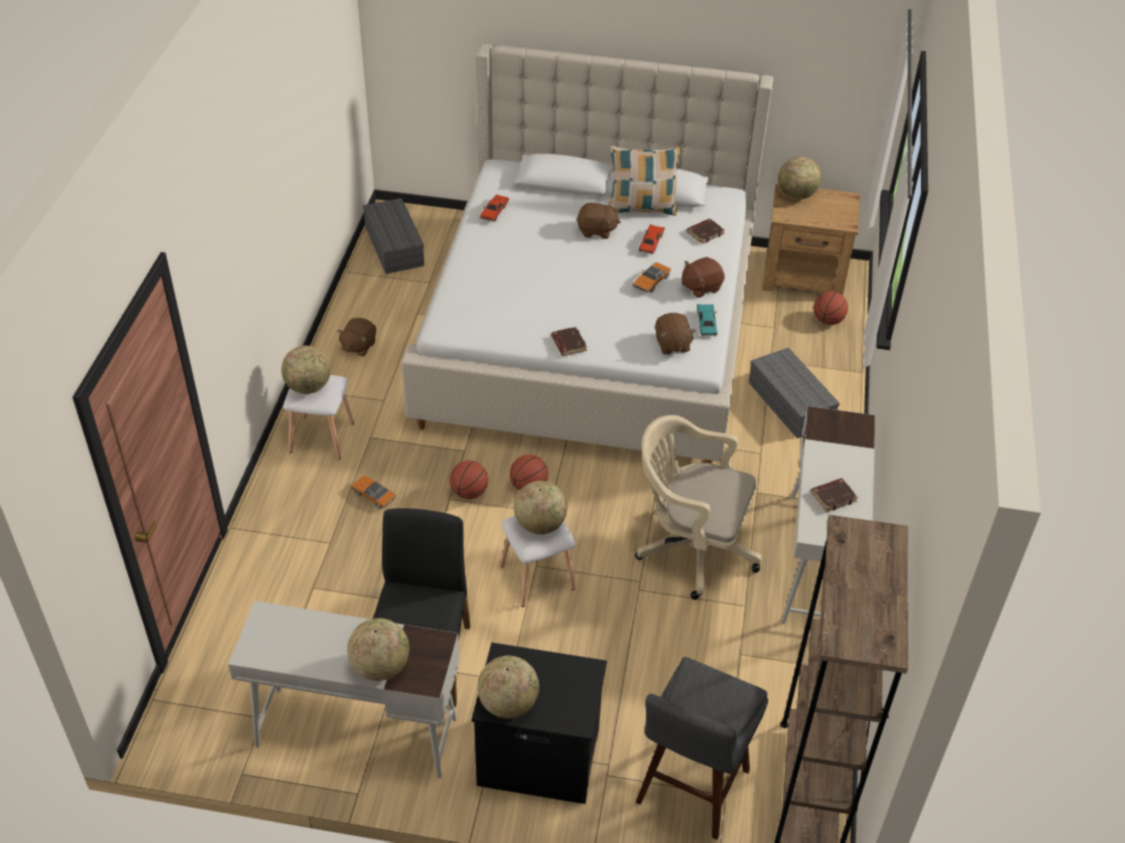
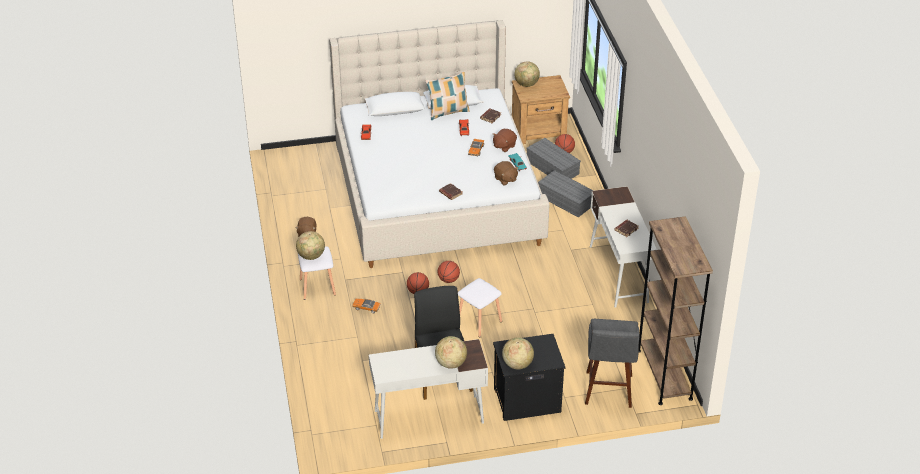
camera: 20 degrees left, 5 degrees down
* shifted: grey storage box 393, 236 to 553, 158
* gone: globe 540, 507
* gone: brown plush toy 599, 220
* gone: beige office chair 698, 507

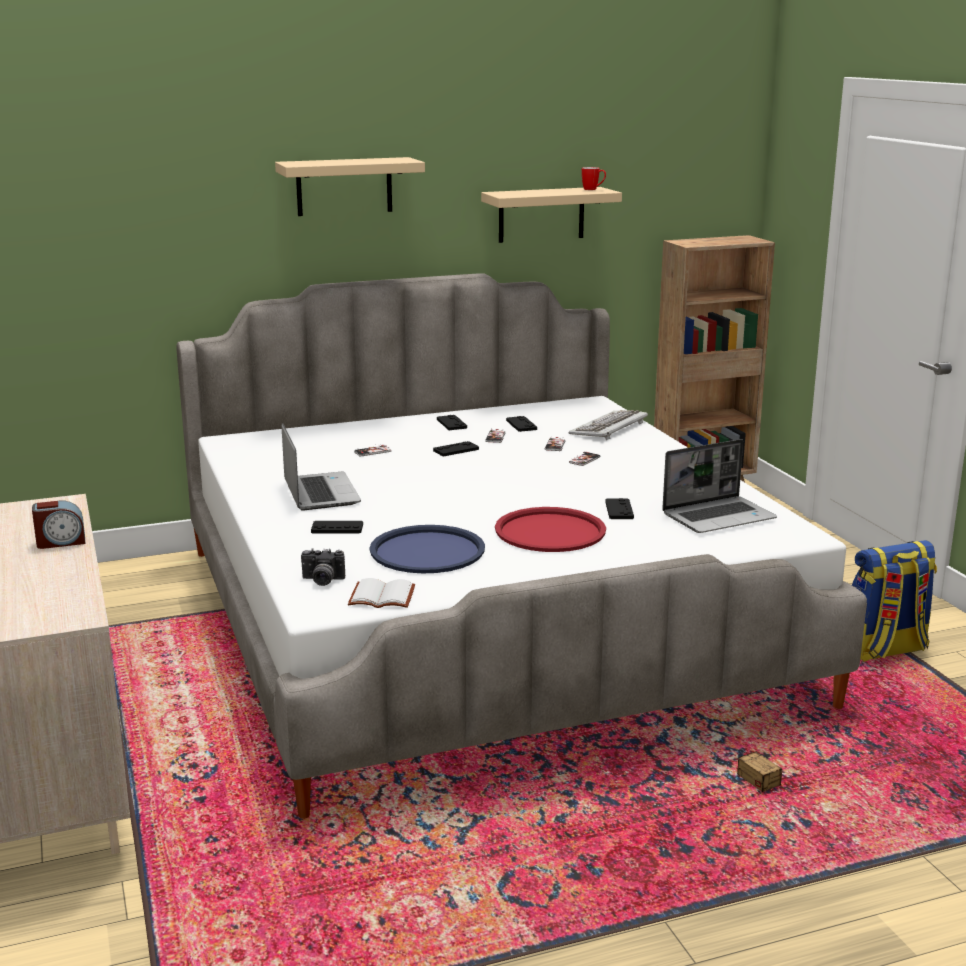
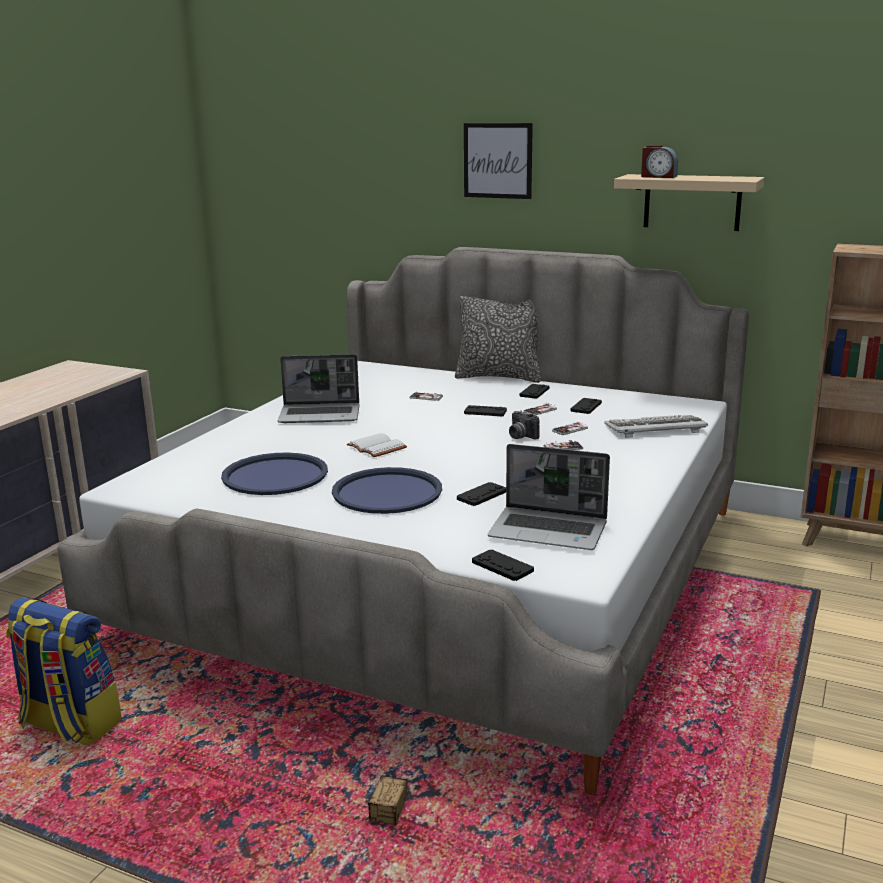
camera: 45 degrees right, 0 degrees up
* shifted: backpack 894, 601 to 64, 671
* rotated: laptop 321, 467 = 318, 388 60 degrees clockwise
* repainted: red tray 550, 529 to blue tray 387, 490
* shifted: white book 381, 593 to 377, 445
* new: pillow 498, 339
* swapped: beige shelf 350, 186 to picture 498, 161
* shifted: black game controller 337, 527 to 503, 565
* shifted: photo camera 323, 567 to 524, 425
* shifted: alarm clock 58, 525 to 659, 161
* gone: mug 594, 178

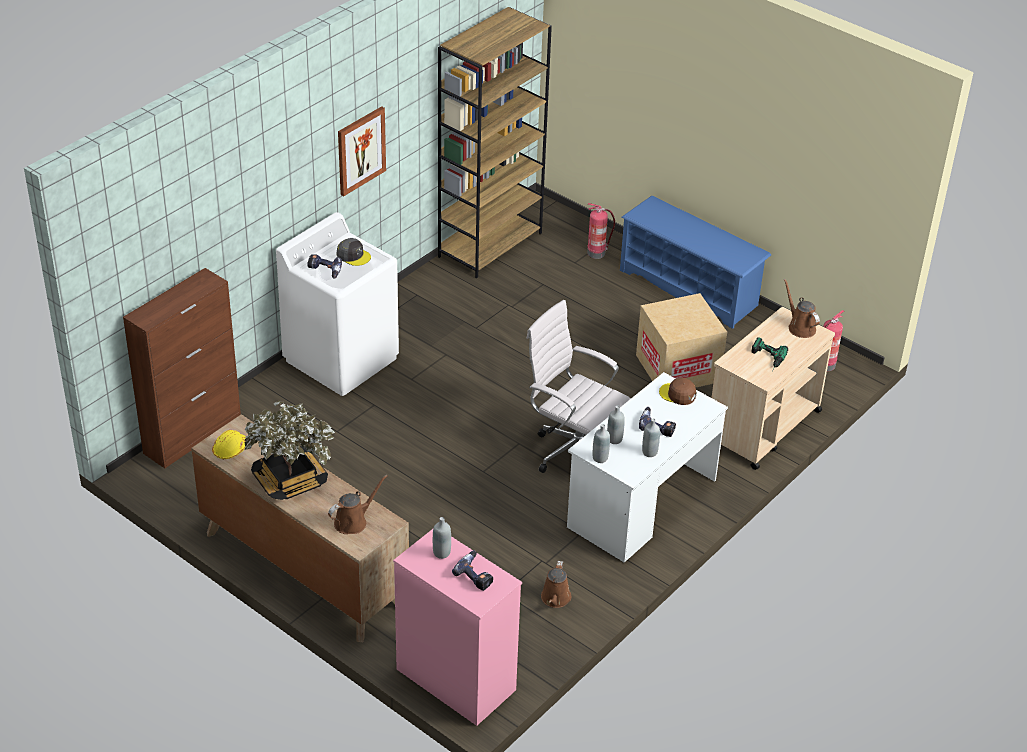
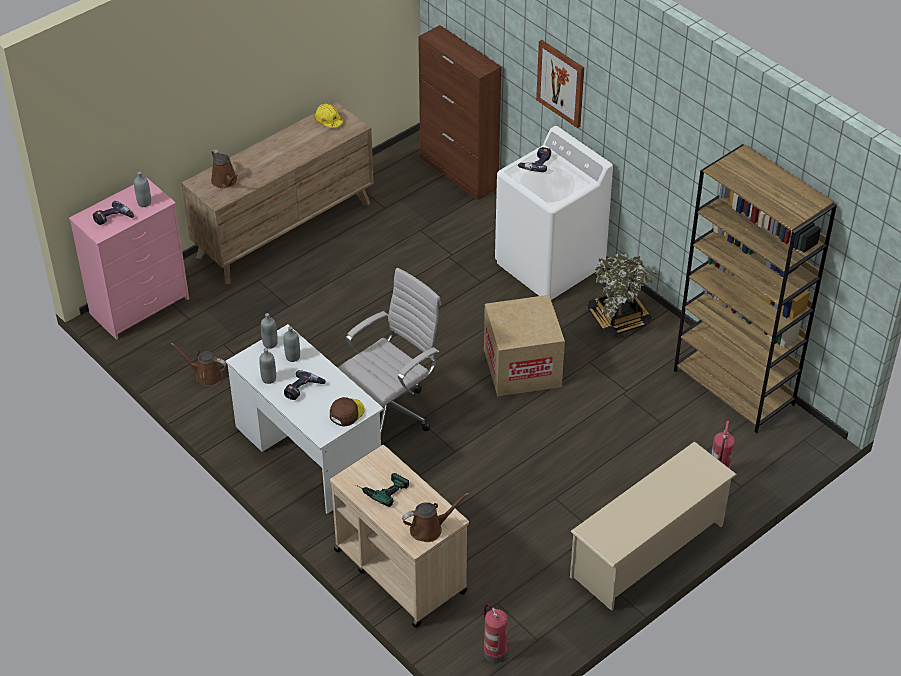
camera: 100 degrees right, 5 degrees up
* shifted: cardboard box 681, 340 to 524, 345
* shifted: picture 362, 151 to 560, 84
* repainted: blue shoe rack 695, 262 to beige shoe rack 653, 526
* shifted: potted plant 289, 450 to 622, 293
* gone: grey cap 354, 252

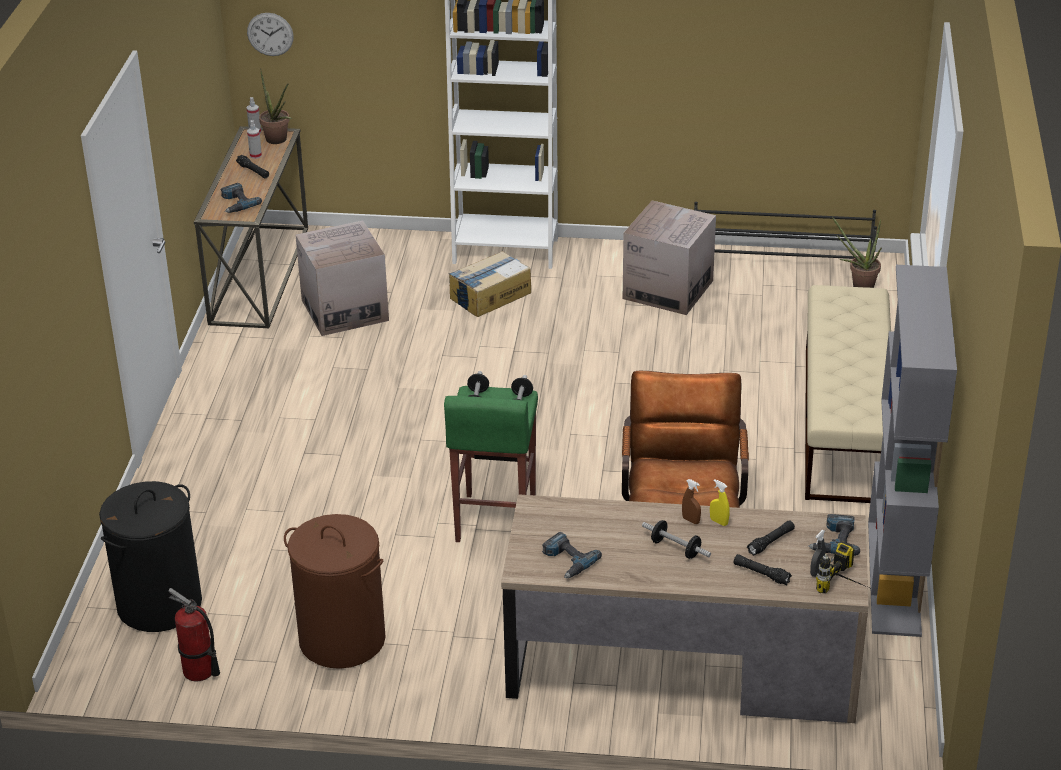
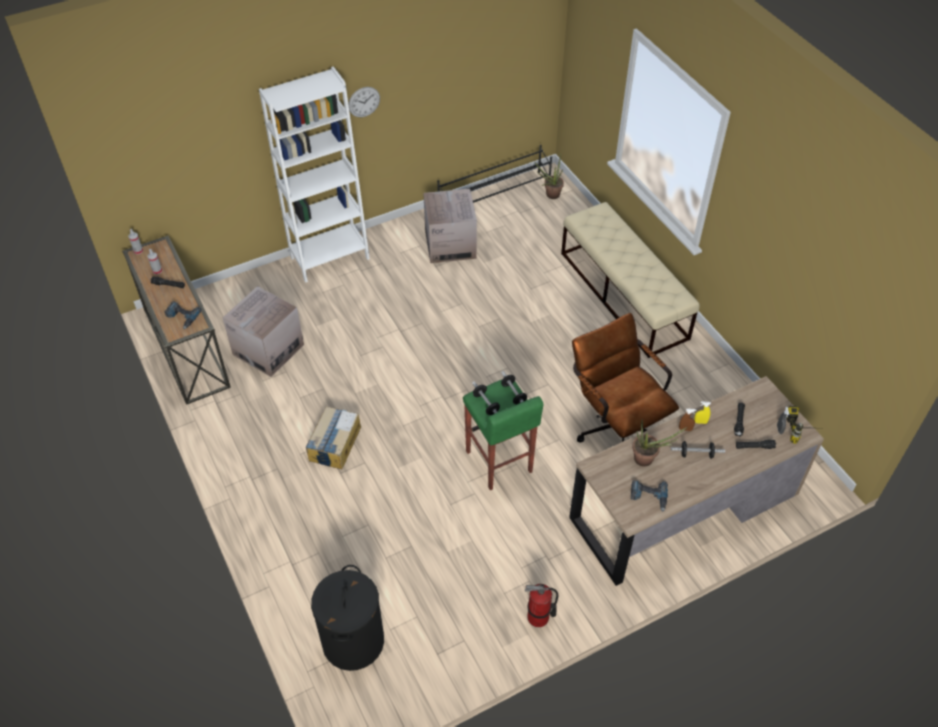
camera: 35 degrees left, 15 degrees up
* shifted: cardboard box 489, 284 to 333, 437
* shifted: wall clock 270, 34 to 364, 102
* shifted: fire extinguisher 194, 634 to 541, 605
* shifted: potted plant 275, 106 to 659, 443
* gone: brown laundry basket 335, 591
* gone: power drill 834, 535
* gone: grey bookcase 912, 451

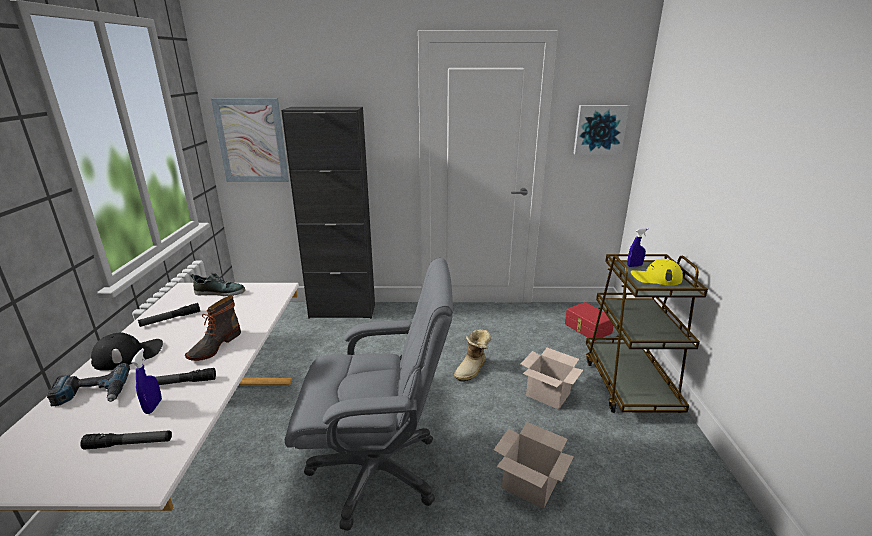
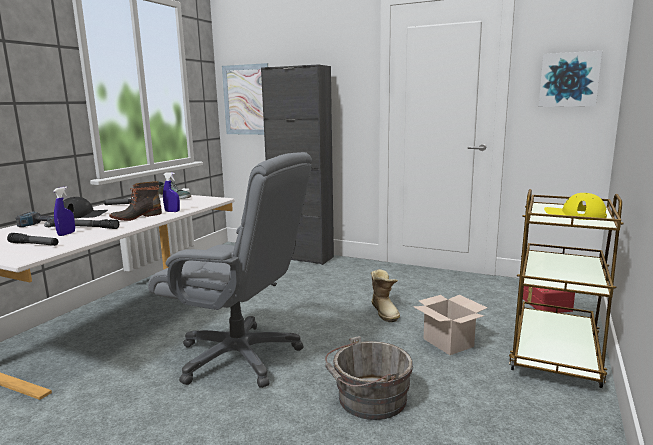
camera: 25 degrees right, 10 degrees down
* shifted: blue spray bottle 637, 247 to 171, 192
* swapped: cardboard box 534, 465 to grey bucket 369, 378
* rotated: boot 472, 355 = 385, 295 75 degrees counterclockwise

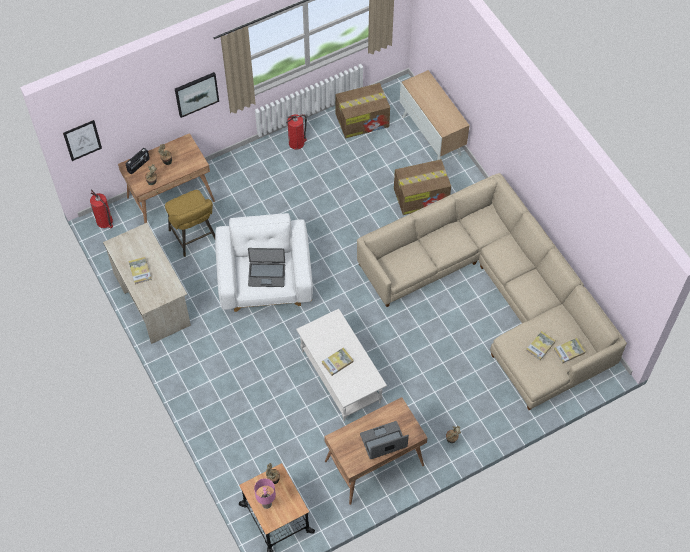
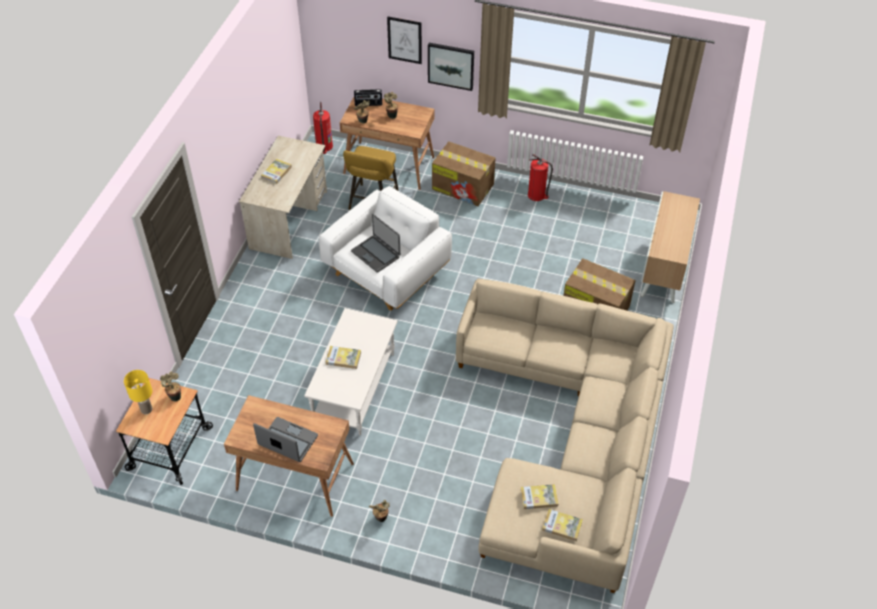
camera: 45 degrees right, 10 degrees down
* repainted: pink table lamp 265, 494 to yellow table lamp 138, 392
* shifted: picture 82, 140 to 404, 40
* shifted: cardboard box 362, 110 to 464, 174

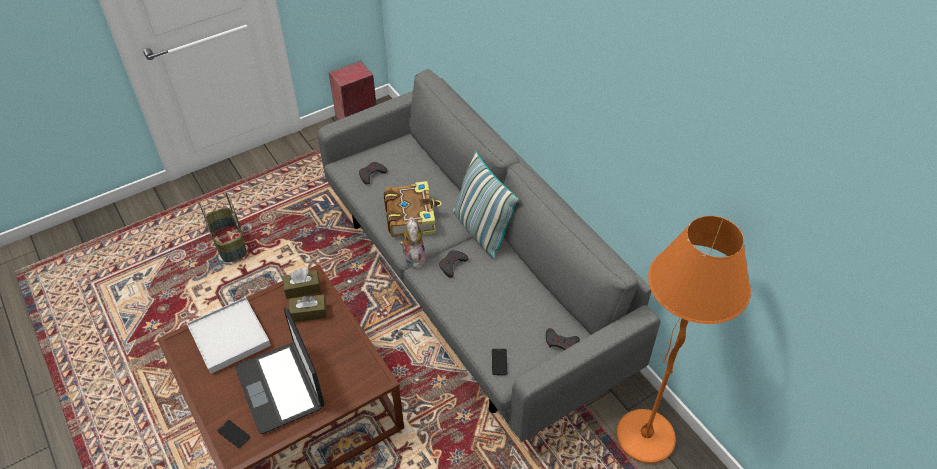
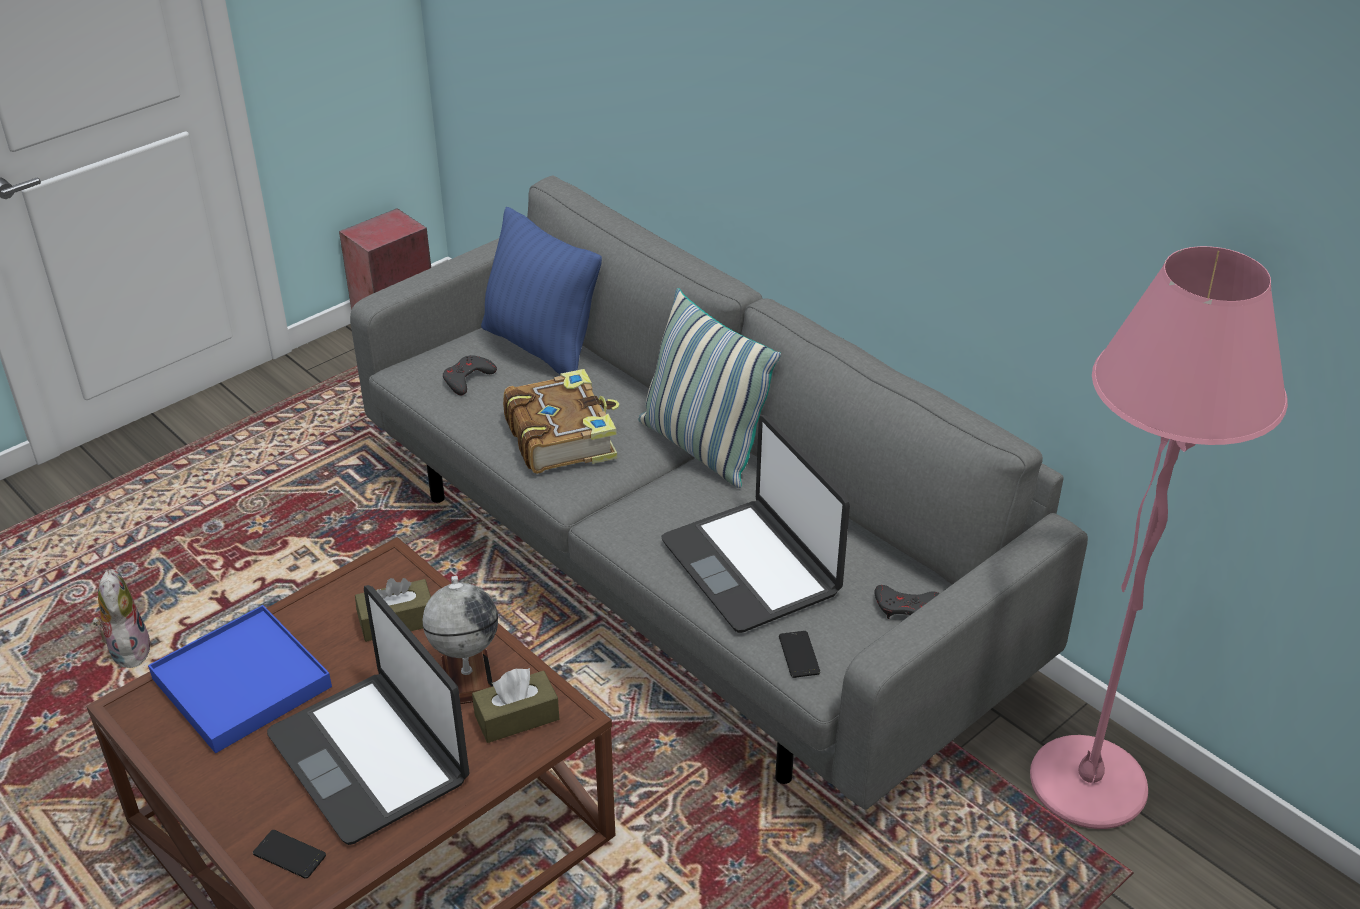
camera: 10 degrees left, 10 degrees down
* shifted: plush toy 413, 242 to 121, 618
* repainted: white tray 229, 335 to blue tray 240, 679
* new: globe 460, 640
* shifted: brown tissue box 301, 284 to 515, 705
* new: blue pillow 541, 290
* new: laptop 756, 524
* repainted: orange floor lamp 683, 340 to pink floor lamp 1159, 537
* gone: basket 223, 226
* gone: grey game controller 454, 264

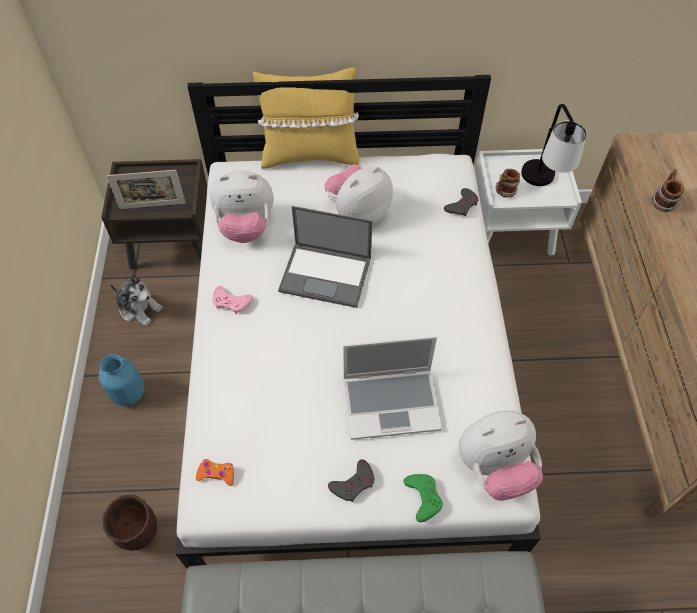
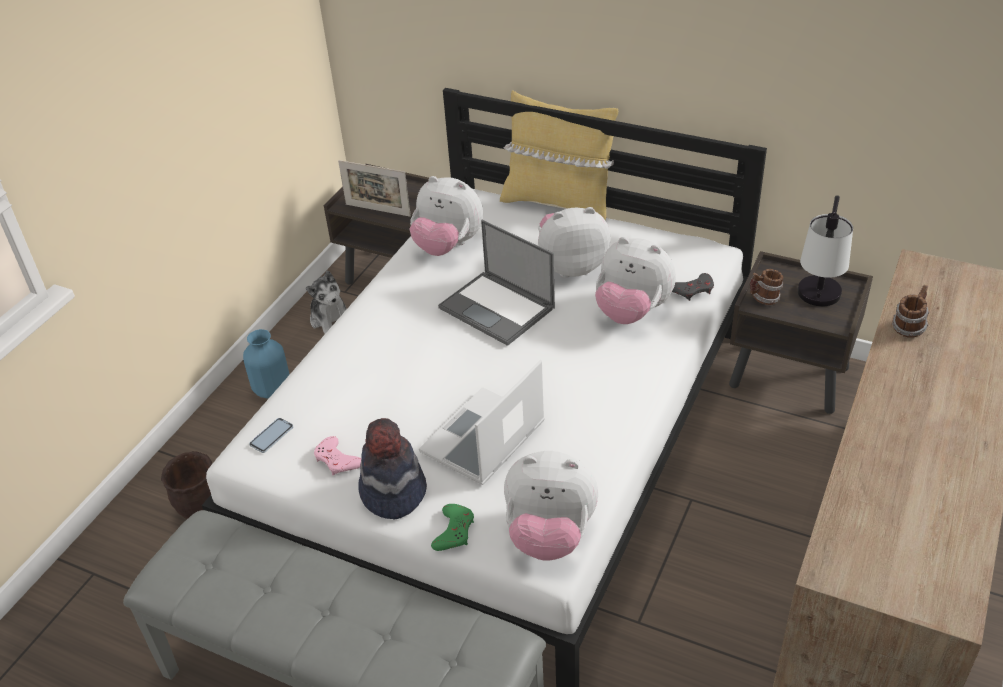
camera: 30 degrees right, 15 degrees down
* swapped: orange game controller 215, 472 to phone 271, 435
* shifted: pink game controller 233, 300 to 337, 456
* swapped: grey game controller 351, 480 to hat 392, 469
* rotated: laptop 392, 388 = 482, 422 105 degrees clockwise
* new: plush toy 635, 280
* repainted: white nightstand 528, 202 to brown nightstand 801, 332

